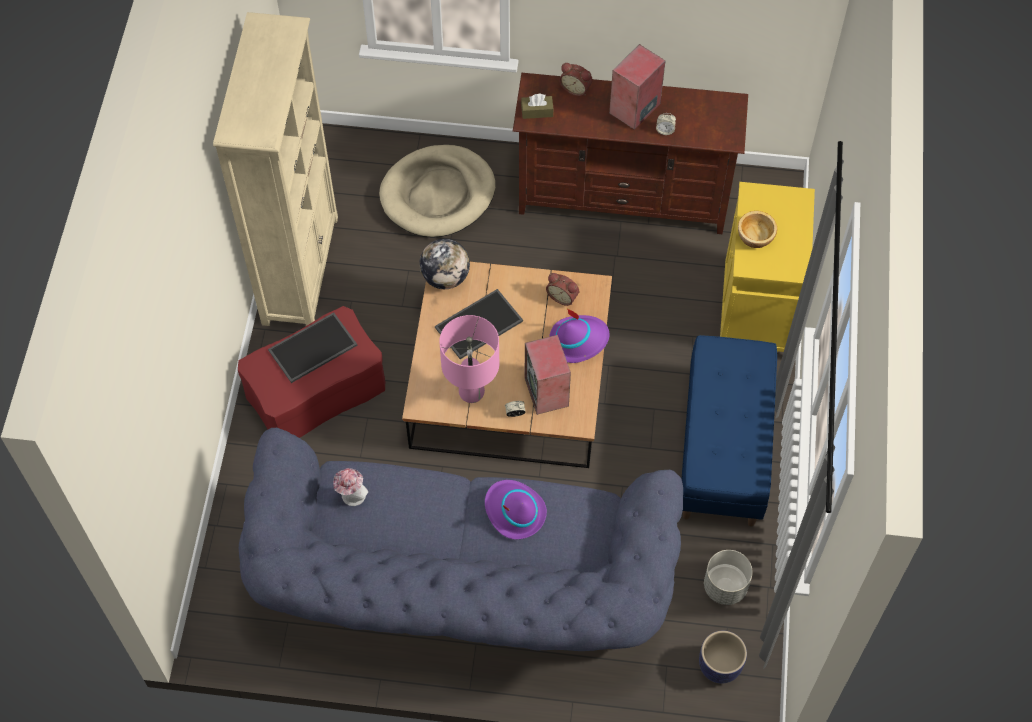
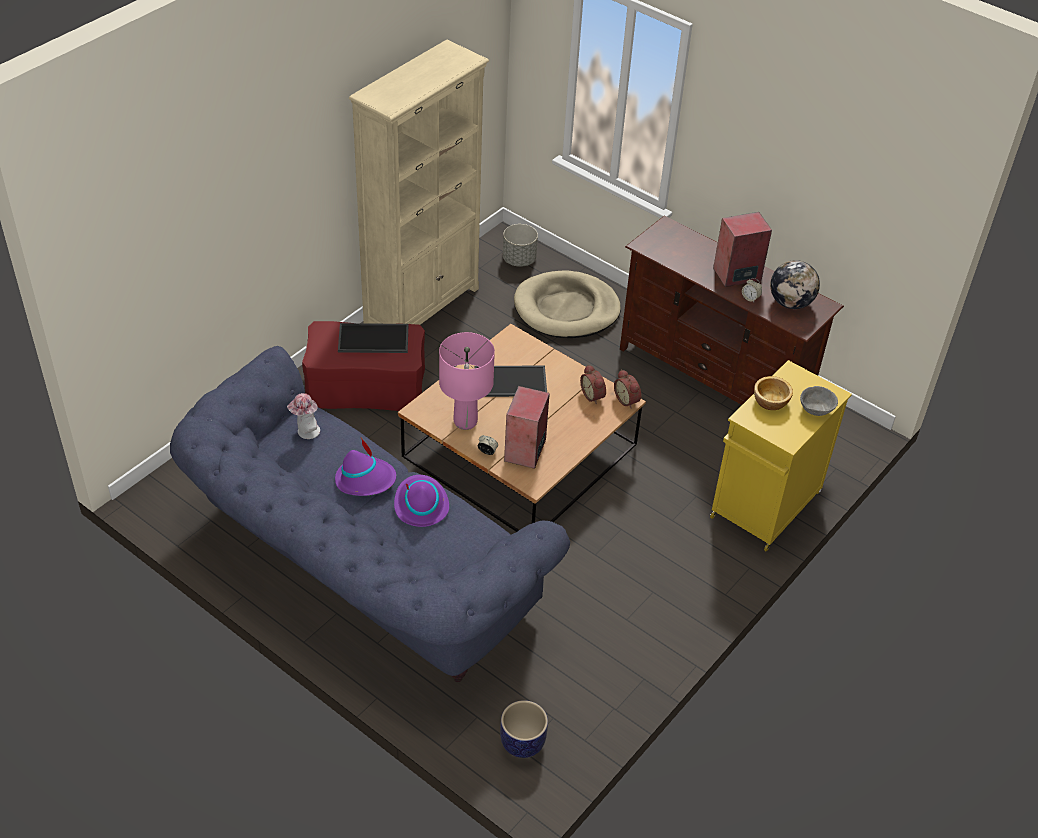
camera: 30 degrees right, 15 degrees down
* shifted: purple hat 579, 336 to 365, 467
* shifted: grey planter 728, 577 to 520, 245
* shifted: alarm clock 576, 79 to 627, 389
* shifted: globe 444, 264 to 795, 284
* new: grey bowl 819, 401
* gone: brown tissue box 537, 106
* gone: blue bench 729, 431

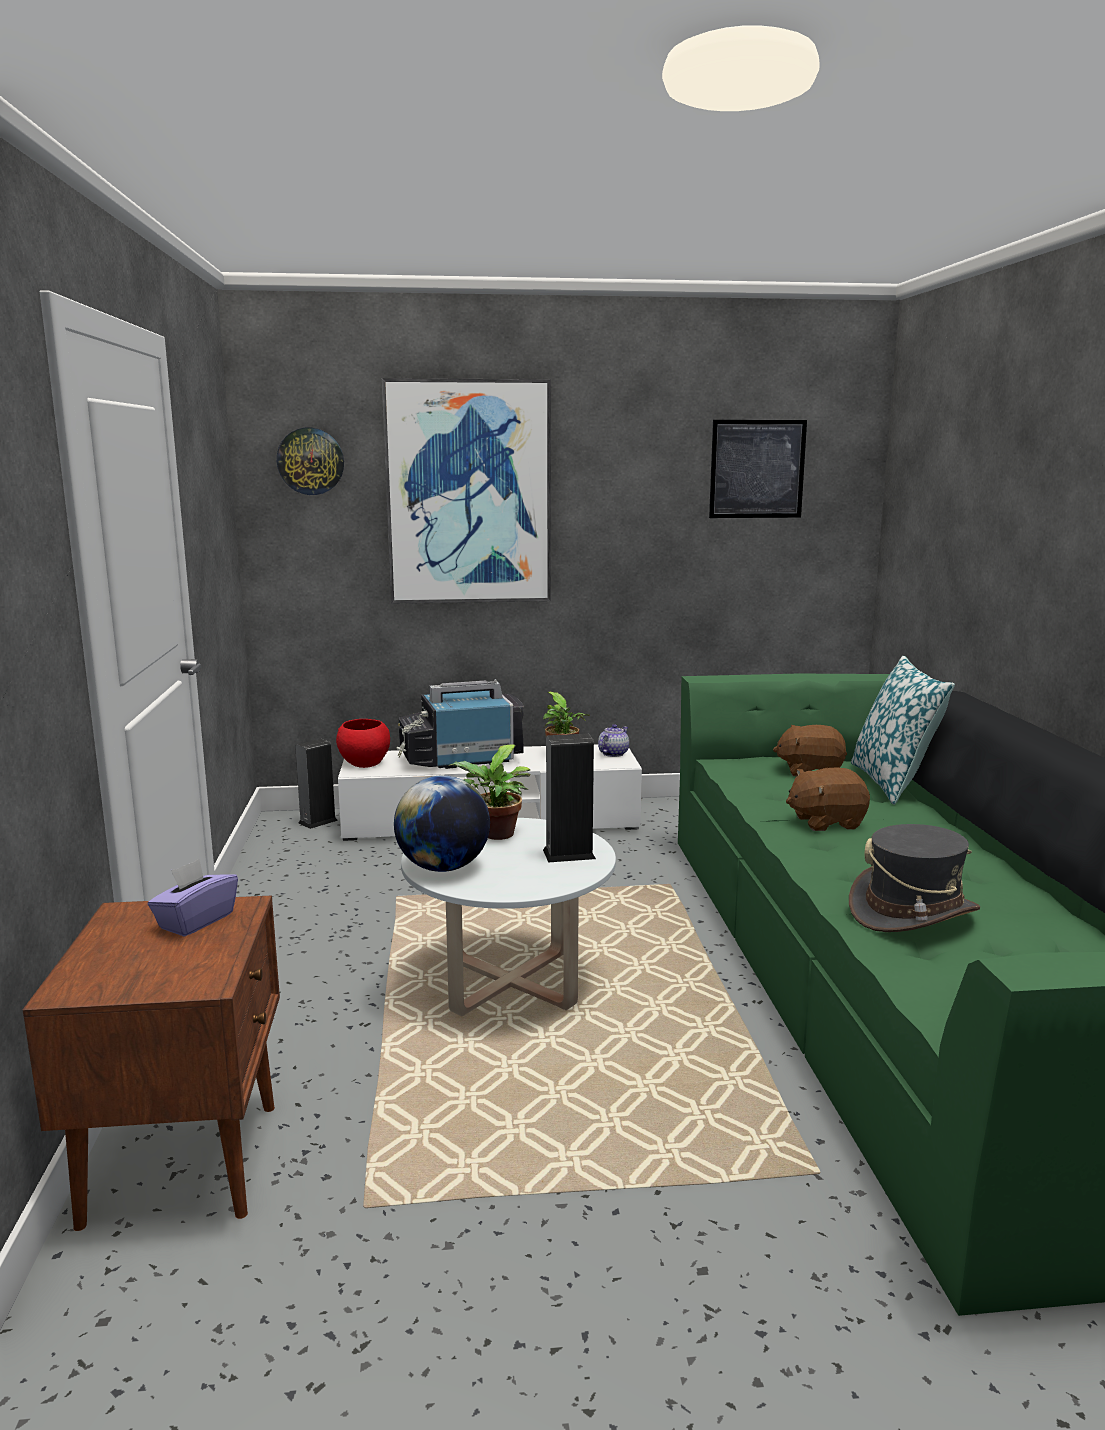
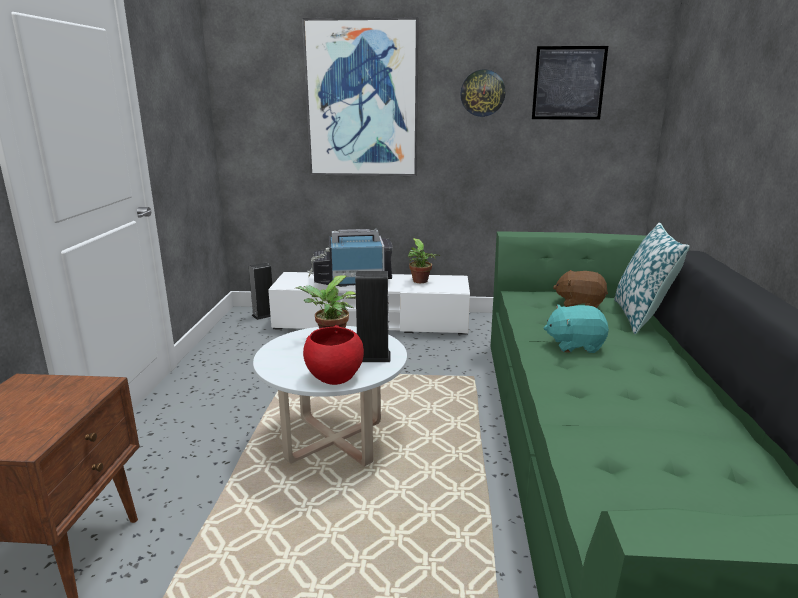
camera: 10 degrees right, 5 degrees up
* shifted: red bowl 363, 743 to 333, 355
* shifted: wall clock 310, 461 to 483, 93
* repainted: brown plush toy 828, 799 to turquoise plush toy 576, 328
* gone: purple tissue box 193, 898
* gone: globe 442, 823
* gone: teapot 613, 740
* gone: grey hat 914, 878

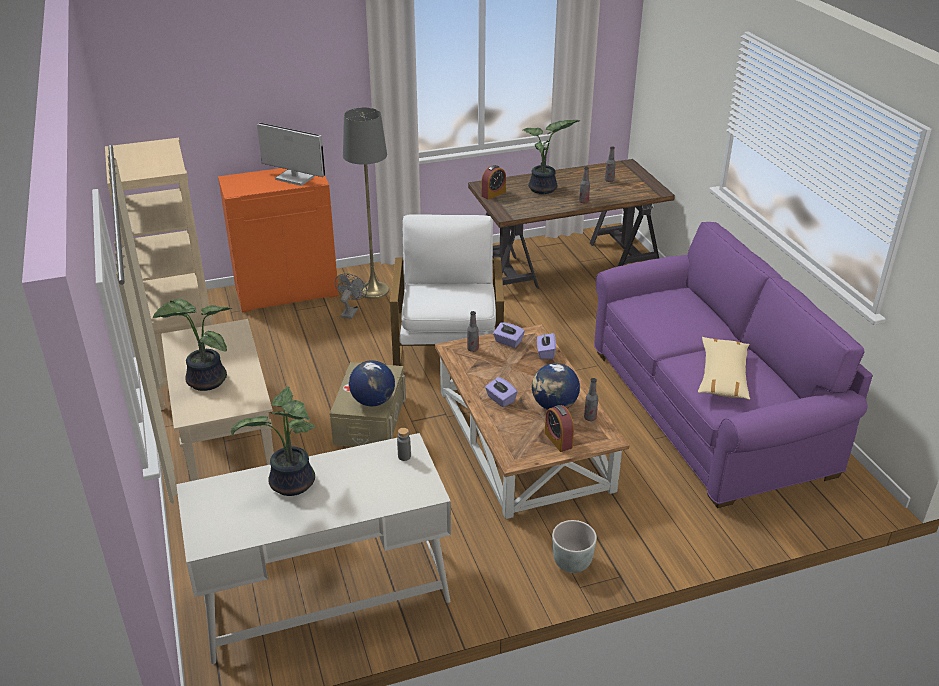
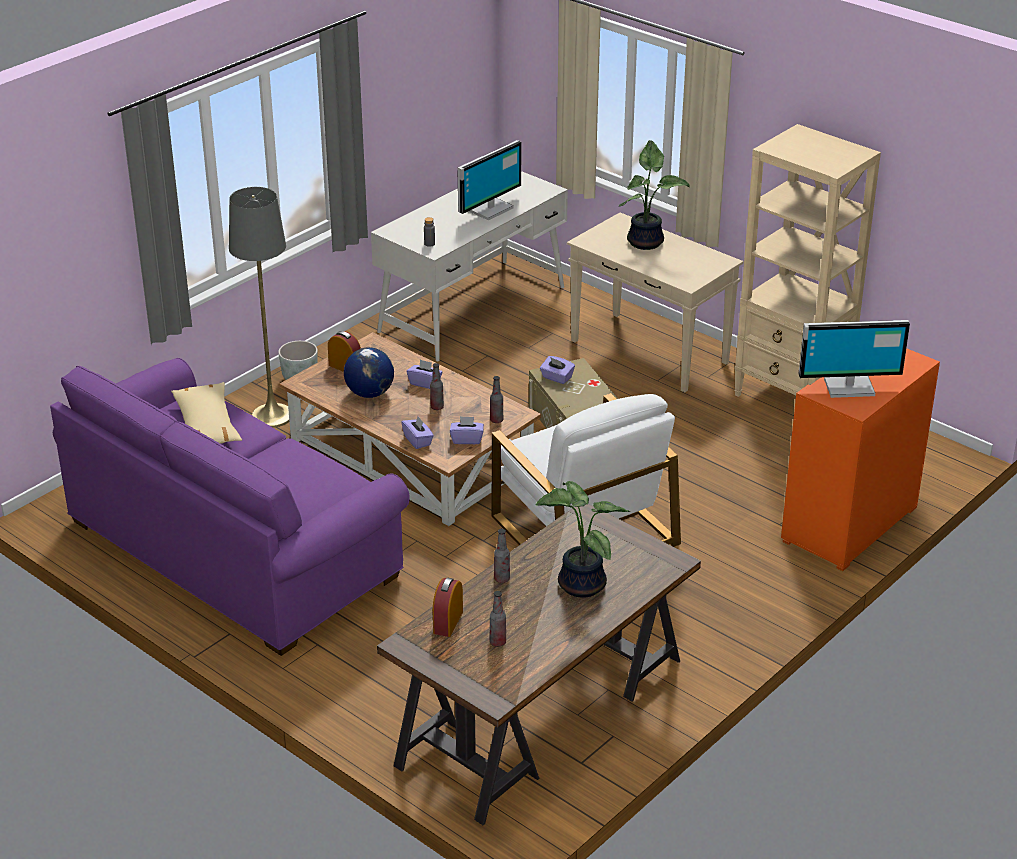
camera: 150 degrees right, 0 degrees up
* shifted: grey floor lamp 366, 203 to 259, 307
* shifted: bottle 591, 399 to 437, 386
* shifted: alarm clock 493, 182 to 448, 607
* swapped: potted plant 273, 441 to monitor 489, 180
* swapped: globe 372, 383 to purple tissue box 557, 370
* gone: grey fan 351, 296

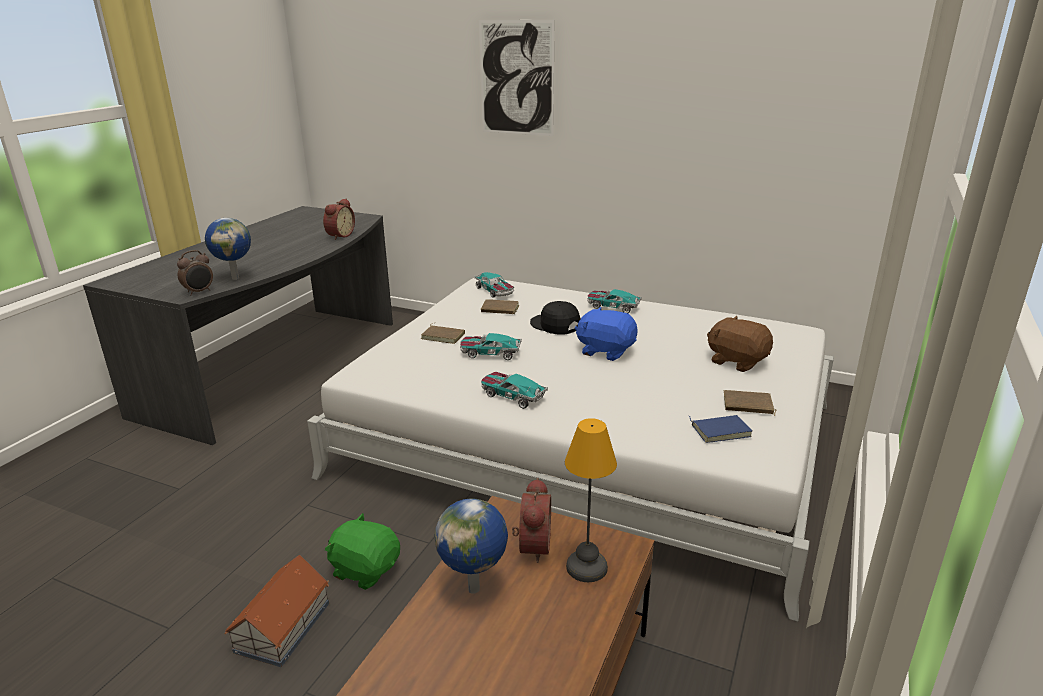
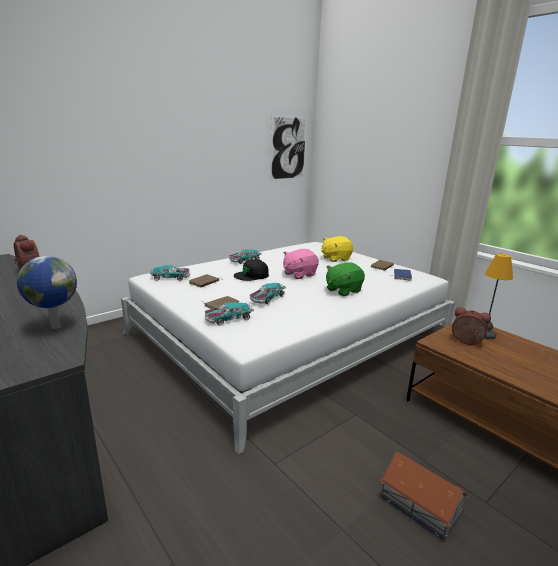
camera: 65 degrees left, 5 degrees down
* shifted: toy car 514, 390 to 229, 314
* shifted: picture 516, 78 to 288, 147
* repainted: blue plush toy 606, 334 to pink plush toy 301, 264
* repainted: brown plush toy 740, 344 to yellow plush toy 337, 249
* shifted: green plush toy 362, 551 to 345, 279
* gone: alarm clock 195, 272
* gone: globe 471, 546

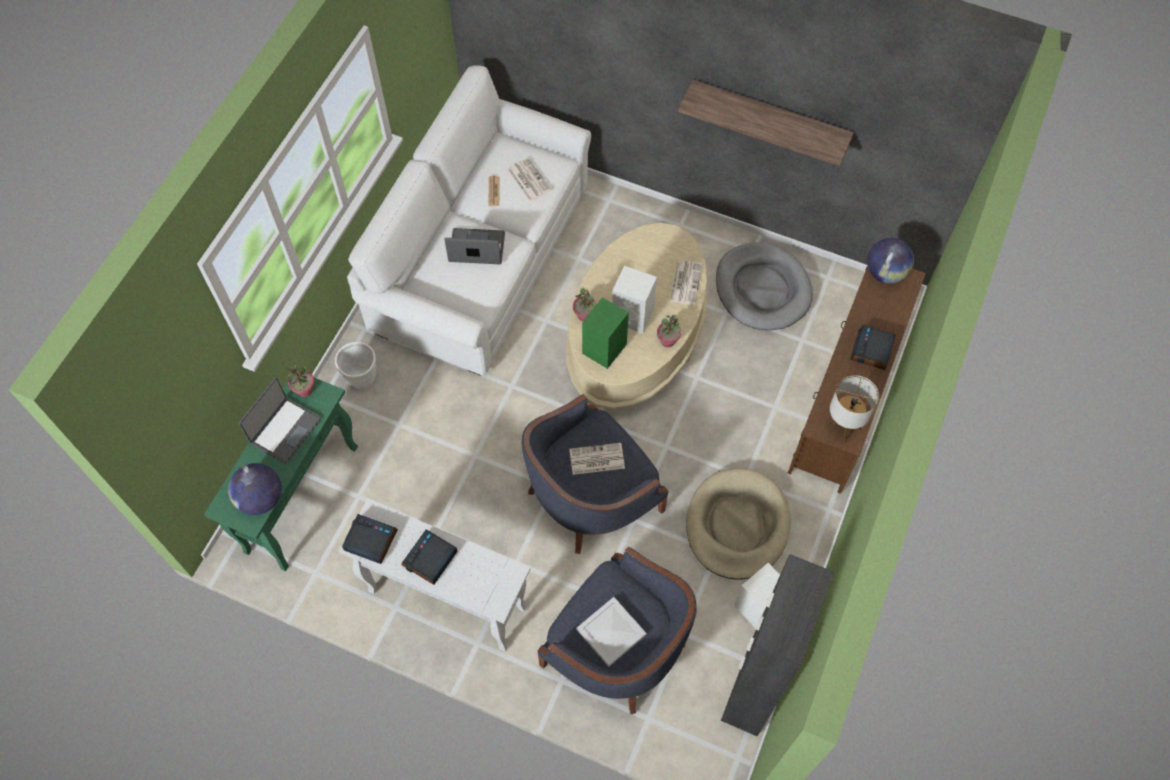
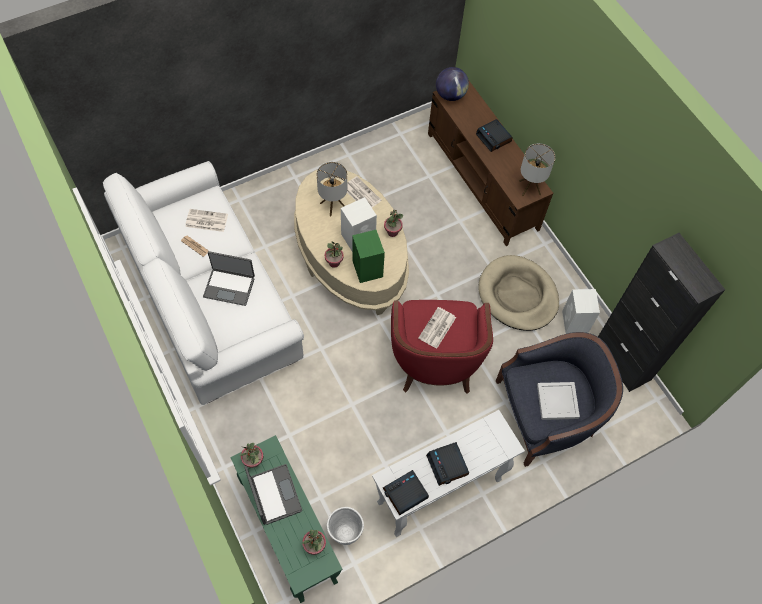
camera: 55 degrees left, 0 degrees up
* rotated: laptop 474, 246 = 229, 278 120 degrees counterclockwise
* swapped: globe 255, 489 to potted plant 314, 542
* new: table lamp 332, 189
* shifted: white planter 355, 365 to 345, 526
* repainted: blue armchair 595, 474 to red armchair 442, 347
* gone: shelf 766, 123
* gone: grey dog bed 764, 286

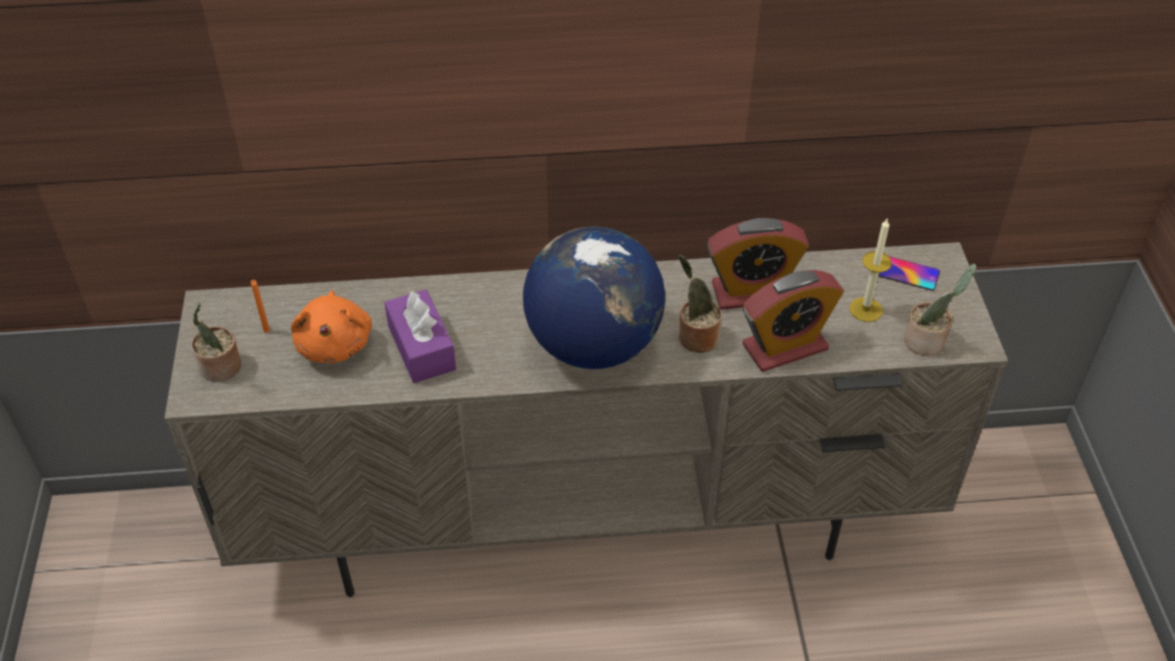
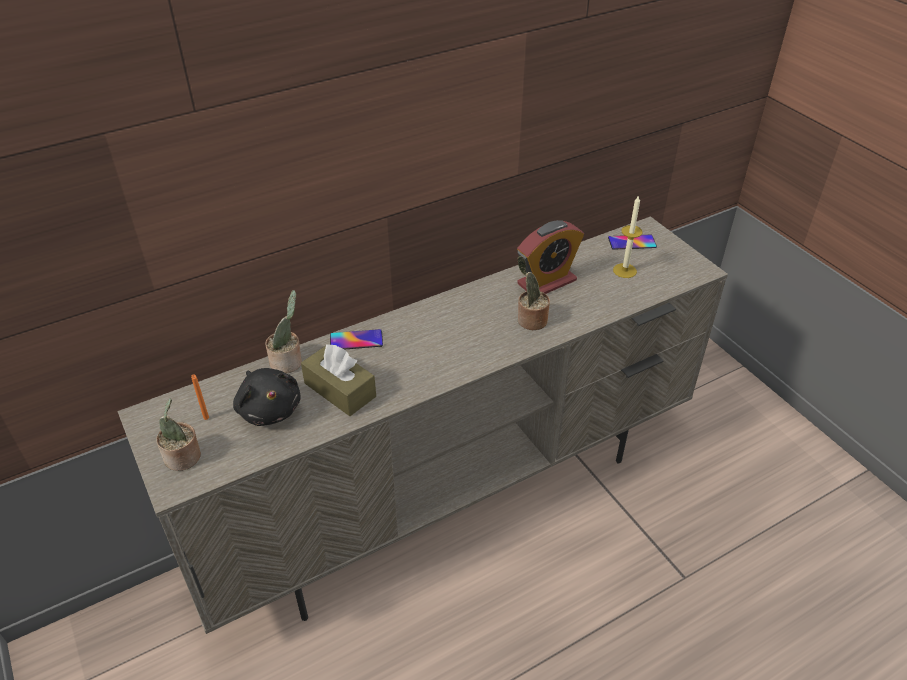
camera: 25 degrees left, 5 degrees down
* repainted: orange plush toy 331, 327 to black plush toy 267, 397
* shifted: potted plant 940, 310 to 284, 331
* repainted: purple tissue box 420, 336 to brown tissue box 338, 380
* new: phone 356, 339
* gone: globe 594, 298
* gone: alarm clock 793, 321

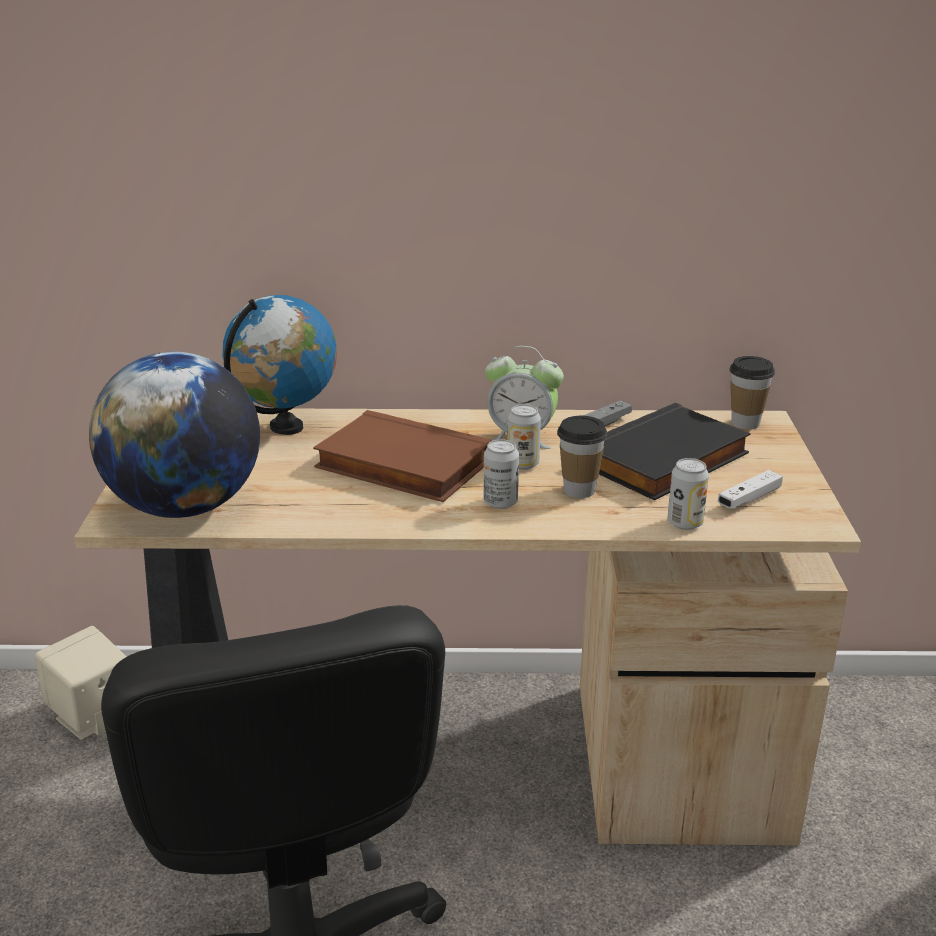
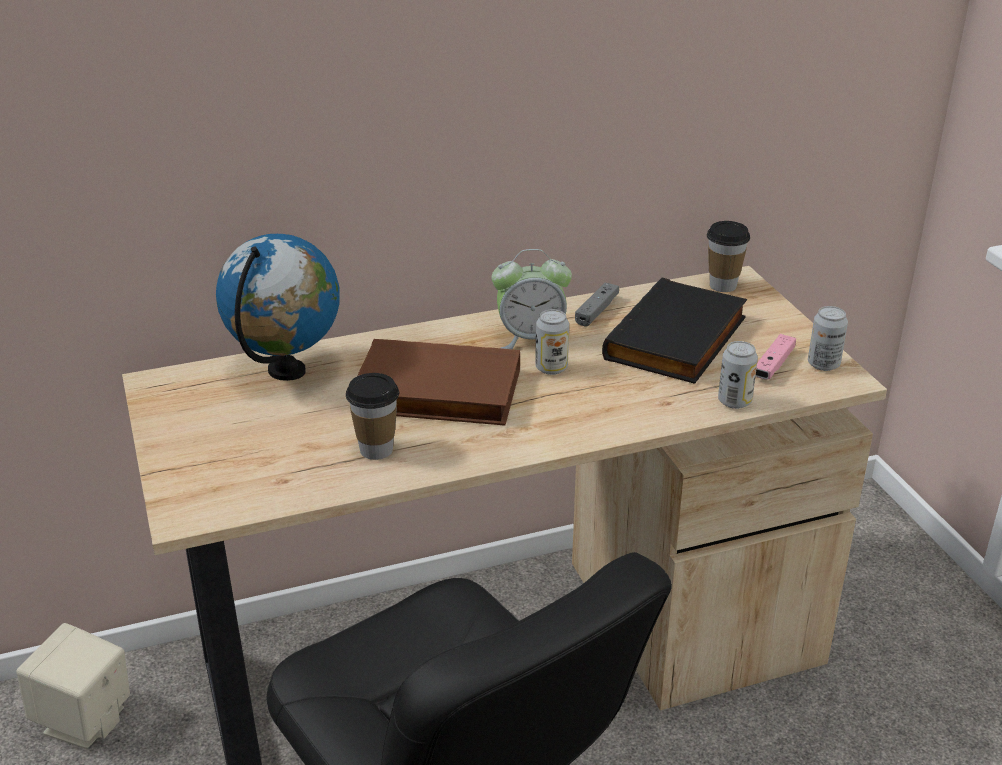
camera: 20 degrees left, 5 degrees up
* shifted: cup 582, 457 to 372, 416
* repainted: white game controller 750, 489 to pink game controller 776, 357
* shifted: can 501, 474 to 828, 338
* gone: globe 174, 435

